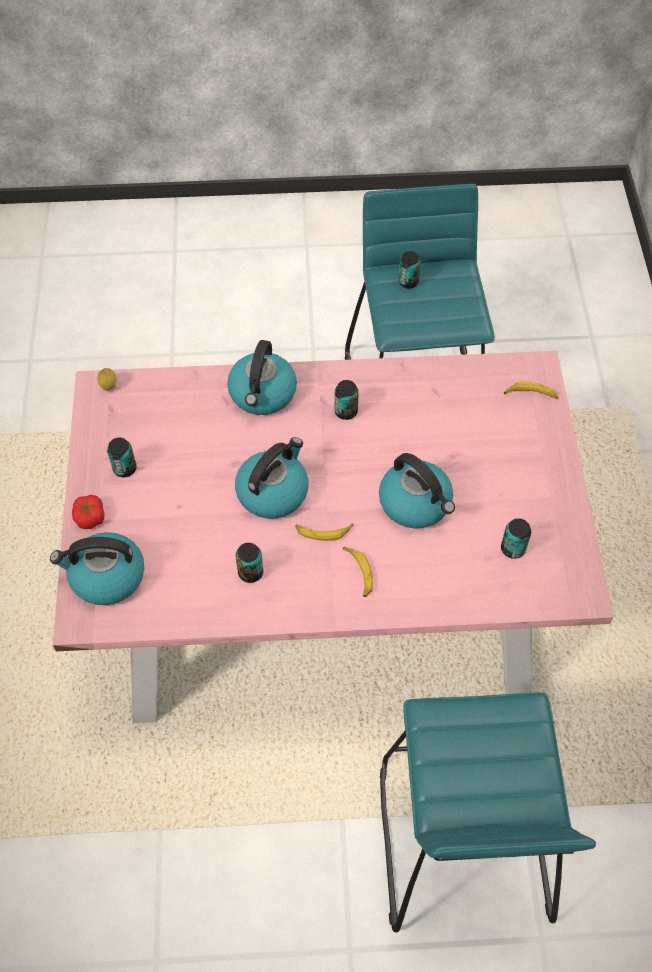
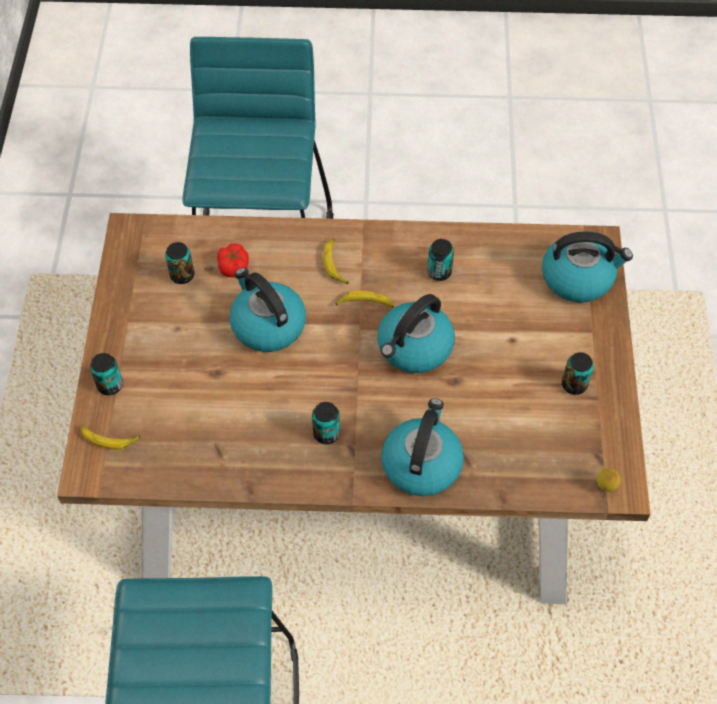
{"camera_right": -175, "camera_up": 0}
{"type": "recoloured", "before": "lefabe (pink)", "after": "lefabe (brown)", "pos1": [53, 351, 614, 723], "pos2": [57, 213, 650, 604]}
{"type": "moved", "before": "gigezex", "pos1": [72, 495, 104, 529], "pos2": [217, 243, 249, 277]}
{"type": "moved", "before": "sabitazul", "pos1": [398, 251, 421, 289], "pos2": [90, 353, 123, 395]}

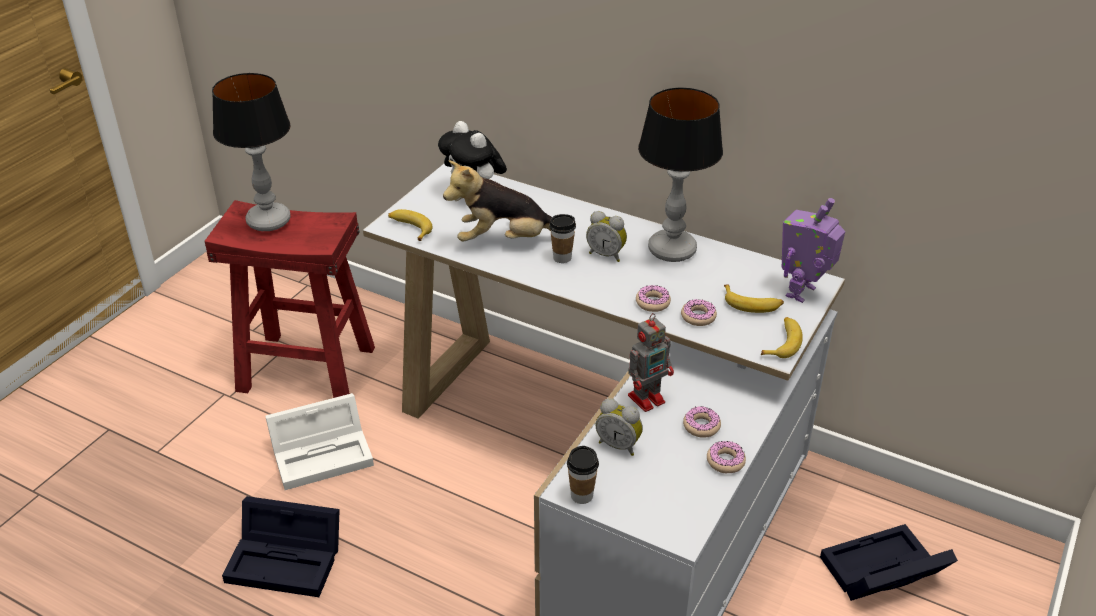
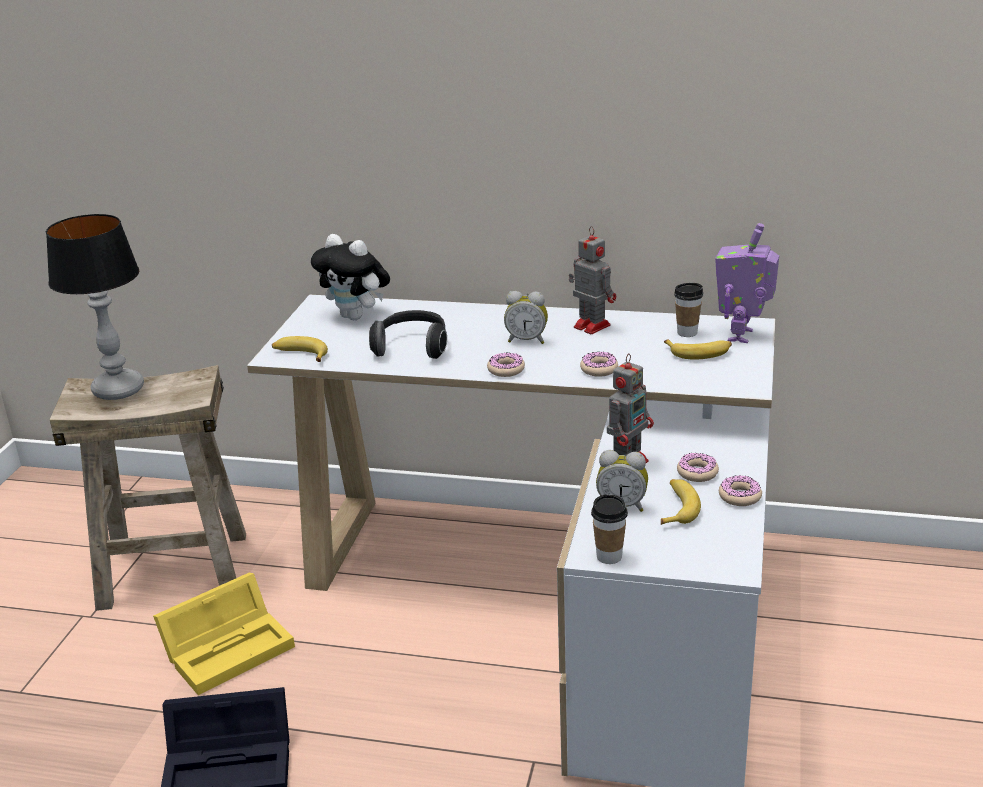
{"camera_right": -15, "camera_up": -10}
{"type": "recoloured", "before": "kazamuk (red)", "after": "kazamuk (beige)", "pos1": [205, 200, 375, 398], "pos2": [50, 365, 246, 611]}
{"type": "recoloured", "before": "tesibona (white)", "after": "tesibona (yellow)", "pos1": [265, 393, 374, 490], "pos2": [153, 573, 295, 695]}
{"type": "replaced", "before": "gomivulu", "after": "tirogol", "pos1": [443, 160, 552, 242], "pos2": [369, 310, 447, 359]}
{"type": "moved", "before": "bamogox", "pos1": [550, 214, 576, 263], "pos2": [674, 283, 703, 337]}
{"type": "replaced", "before": "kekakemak", "after": "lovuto", "pos1": [638, 87, 723, 262], "pos2": [569, 226, 616, 334]}
{"type": "moved", "before": "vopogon", "pos1": [681, 299, 717, 326], "pos2": [487, 352, 525, 377]}
{"type": "moved", "before": "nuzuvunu", "pos1": [761, 317, 803, 358], "pos2": [661, 479, 701, 525]}
{"type": "removed", "before": "tesibona (black)", "pos1": [820, 524, 958, 601]}

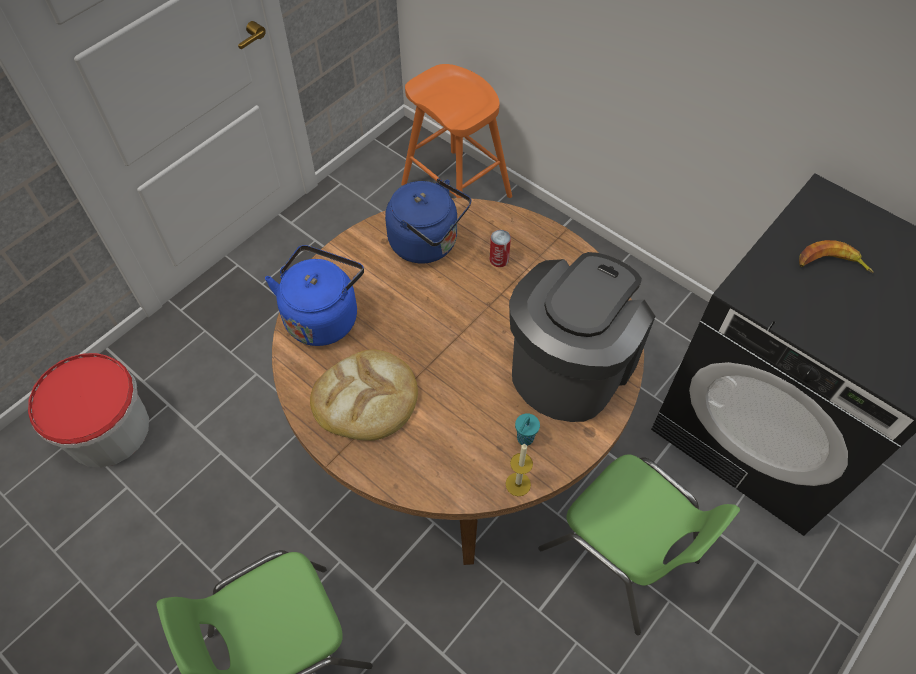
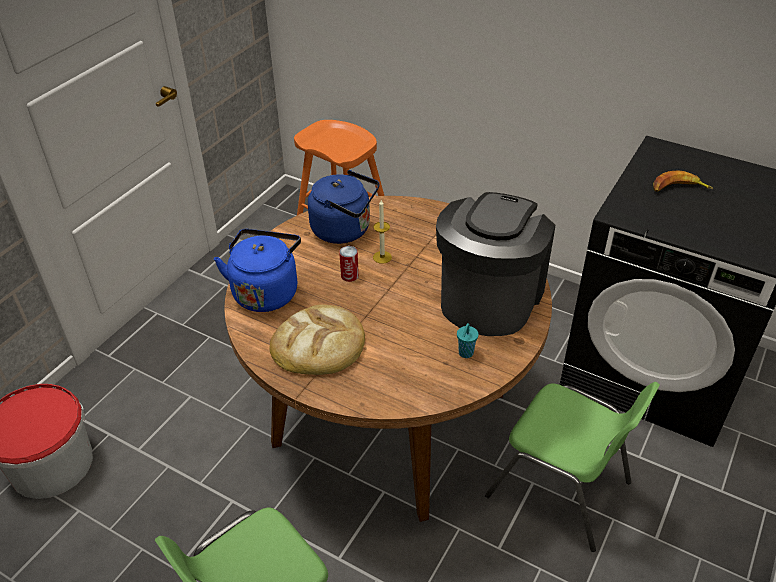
{"camera_right": -10, "camera_up": -15}
{"type": "moved", "before": "sabitazul", "pos1": [490, 230, 511, 267], "pos2": [339, 246, 359, 282]}
{"type": "moved", "before": "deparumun", "pos1": [505, 444, 533, 496], "pos2": [373, 200, 392, 264]}

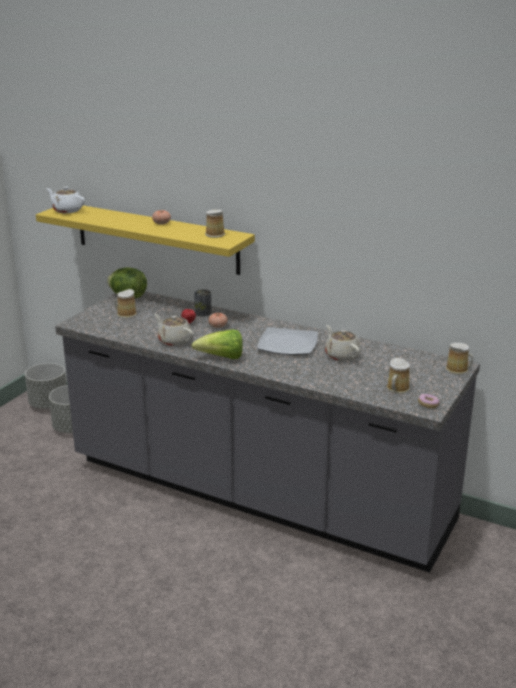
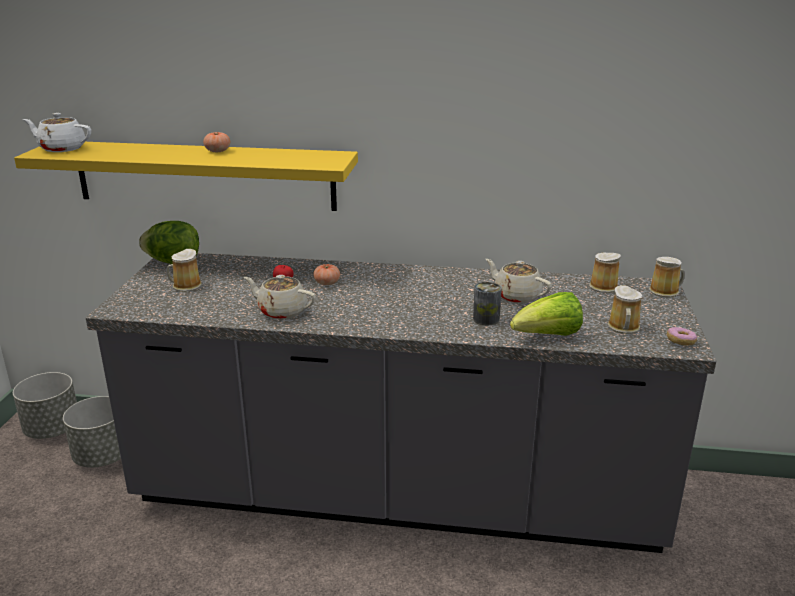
{"camera_right": -20, "camera_up": 0}
{"type": "moved", "before": "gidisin", "pos1": [191, 329, 243, 359], "pos2": [510, 292, 583, 336]}
{"type": "moved", "before": "sabitazul", "pos1": [194, 290, 212, 317], "pos2": [473, 282, 502, 325]}
{"type": "moved", "before": "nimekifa", "pos1": [205, 210, 225, 238], "pos2": [589, 253, 621, 293]}
{"type": "removed", "before": "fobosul", "pos1": [257, 327, 318, 355]}

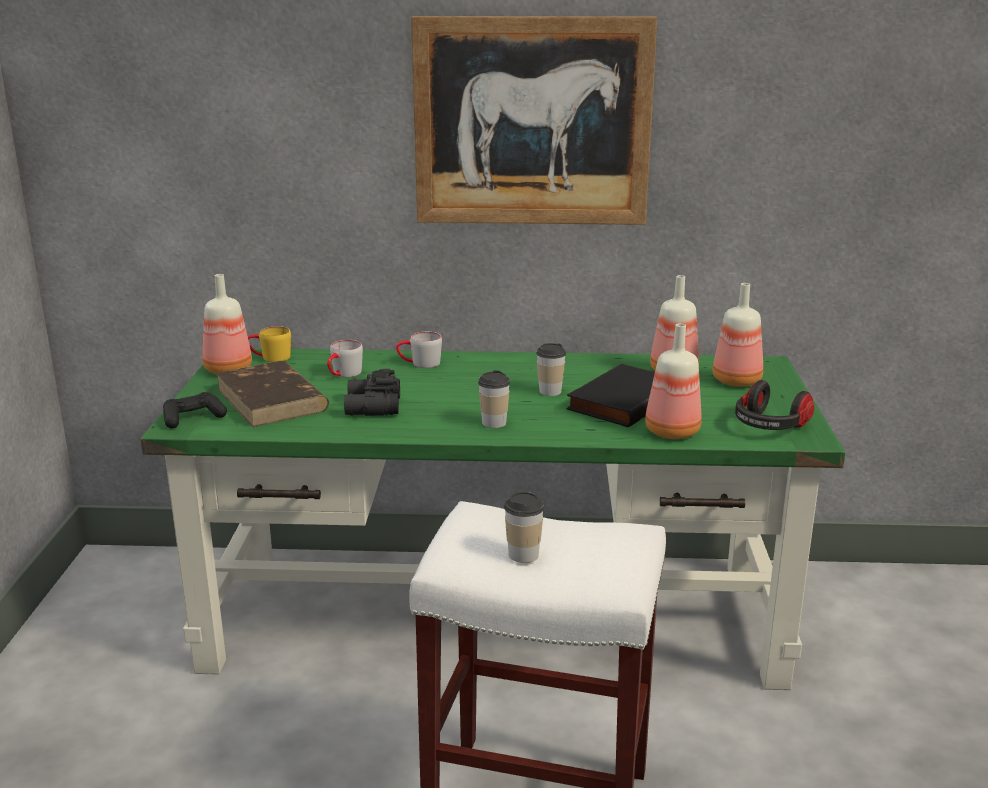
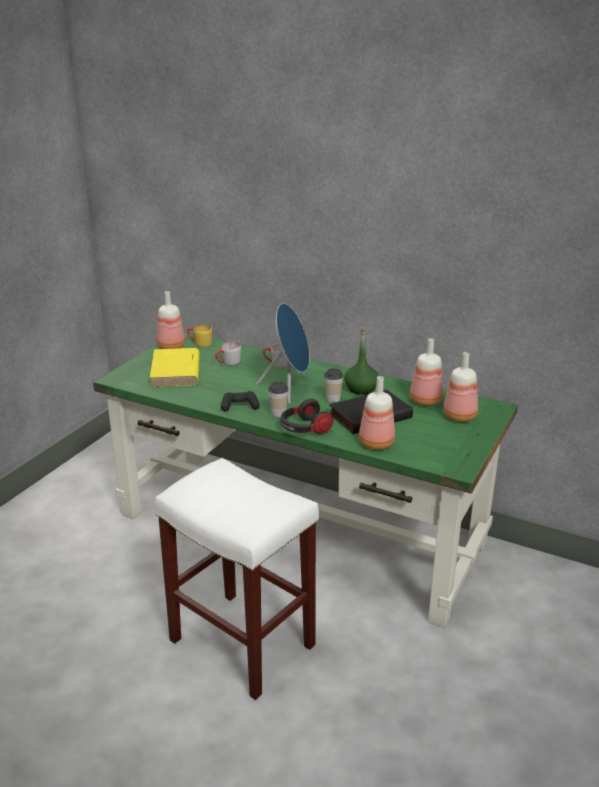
{"camera_right": 25, "camera_up": 5}
{"type": "moved", "before": "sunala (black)", "pos1": [163, 392, 227, 428], "pos2": [221, 391, 260, 412]}
{"type": "recoloured", "before": "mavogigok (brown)", "after": "mavogigok (yellow)", "pos1": [216, 361, 329, 427], "pos2": [150, 348, 199, 387]}
{"type": "removed", "before": "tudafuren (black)", "pos1": [344, 369, 400, 416]}
{"type": "removed", "before": "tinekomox", "pos1": [411, 16, 658, 225]}
{"type": "removed", "before": "bamogox", "pos1": [504, 492, 544, 563]}
{"type": "moved", "before": "tirogol", "pos1": [735, 380, 814, 430], "pos2": [281, 399, 333, 434]}
{"type": "added", "after": "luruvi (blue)", "pos2": [256, 303, 310, 404]}
{"type": "added", "after": "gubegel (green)", "pos2": [344, 327, 378, 395]}

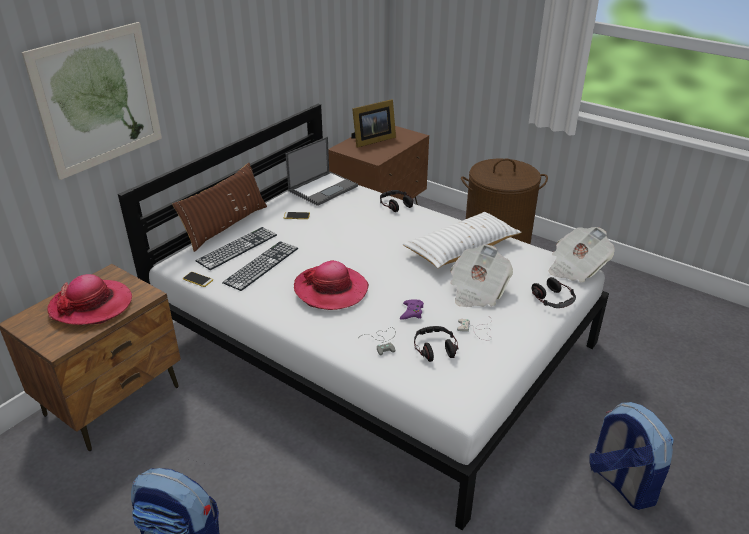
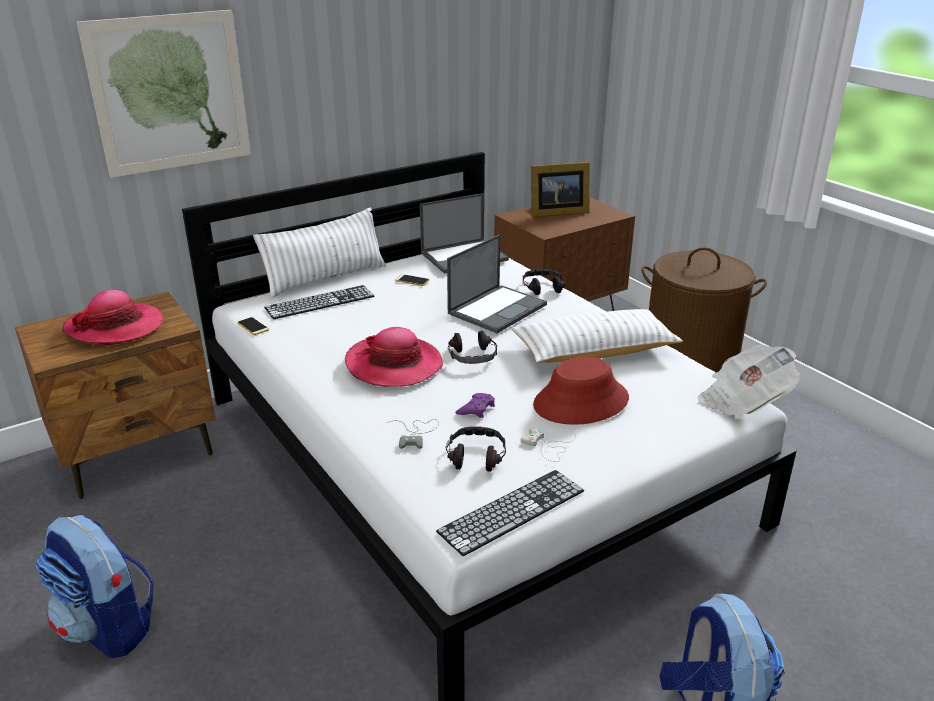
{"camera_right": 20, "camera_up": -5}
{"type": "recoloured", "before": "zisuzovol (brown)", "after": "zisuzovol (white)", "pos1": [172, 163, 267, 252], "pos2": [253, 207, 386, 298]}
{"type": "moved", "before": "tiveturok", "pos1": [222, 241, 298, 291], "pos2": [436, 470, 584, 556]}
{"type": "replaced", "before": "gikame", "after": "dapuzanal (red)", "pos1": [451, 245, 513, 307], "pos2": [533, 357, 629, 425]}
{"type": "moved", "before": "tirogol", "pos1": [532, 277, 576, 308], "pos2": [448, 331, 497, 364]}
{"type": "added", "after": "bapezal", "pos2": [447, 235, 547, 333]}

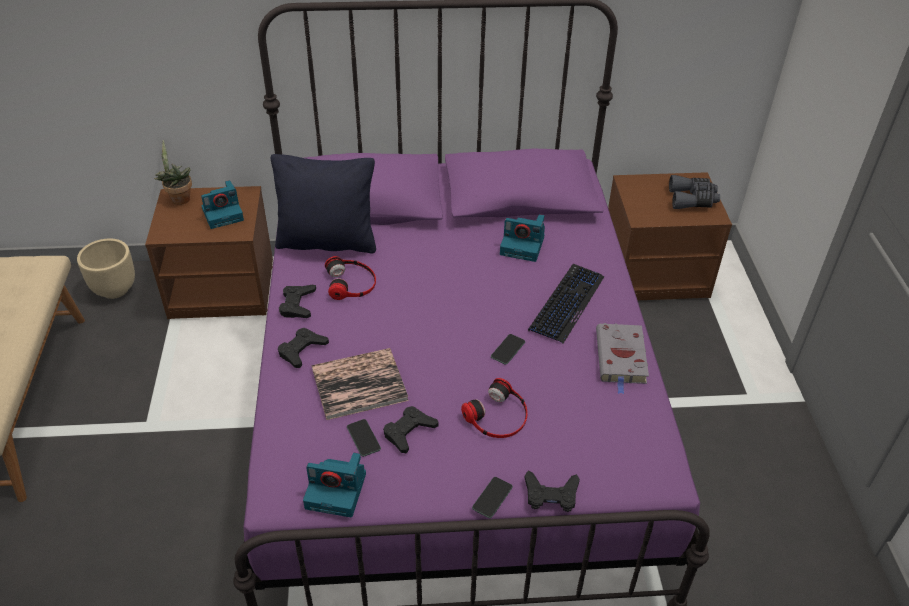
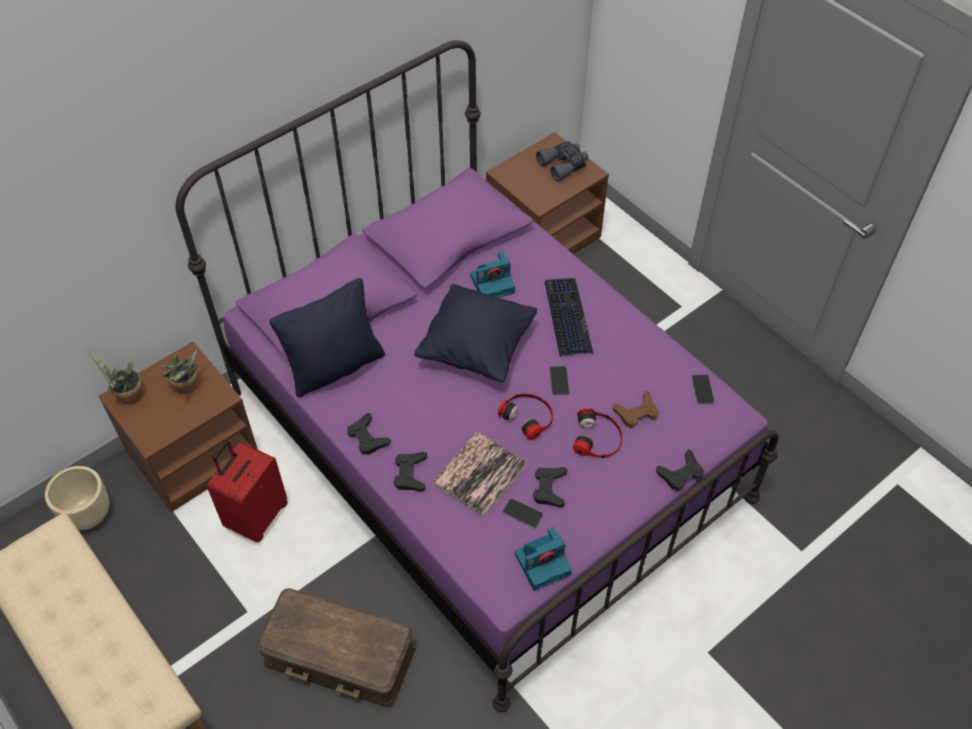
{"camera_right": -35, "camera_up": 10}
{"type": "replaced", "before": "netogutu", "after": "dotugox", "pos1": [201, 180, 244, 229], "pos2": [161, 348, 201, 393]}
{"type": "moved", "before": "tirogol", "pos1": [325, 256, 376, 300], "pos2": [498, 393, 553, 440]}
{"type": "moved", "before": "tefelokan", "pos1": [472, 477, 513, 518], "pos2": [692, 375, 714, 404]}
{"type": "removed", "before": "mavogigok (grey)", "pos1": [596, 323, 649, 394]}
{"type": "added", "after": "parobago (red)", "pos2": [207, 440, 287, 542]}
{"type": "added", "after": "tesibona (brown)", "pos2": [257, 588, 415, 708]}
{"type": "added", "after": "zisuzovol (black)", "pos2": [414, 284, 537, 382]}
{"type": "added", "after": "sunala (brown)", "pos2": [613, 390, 658, 428]}

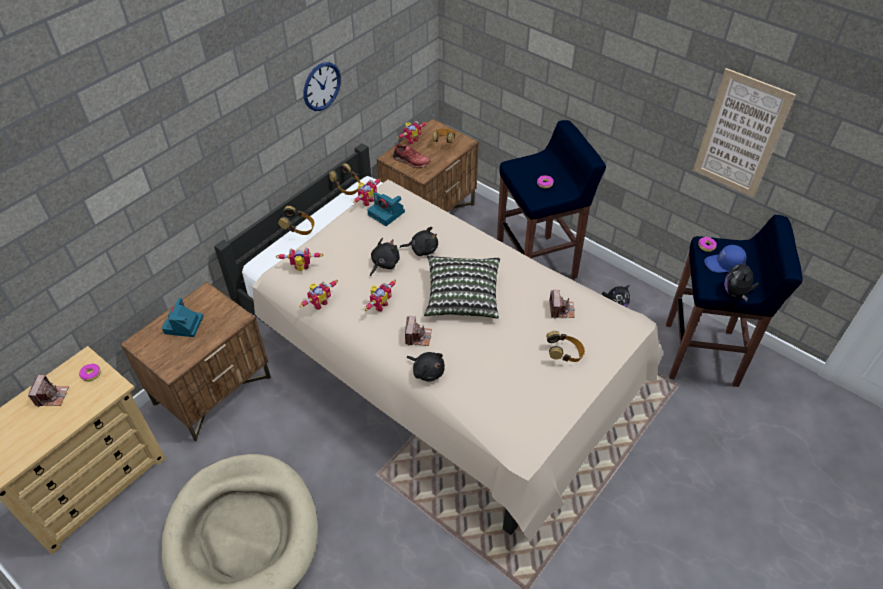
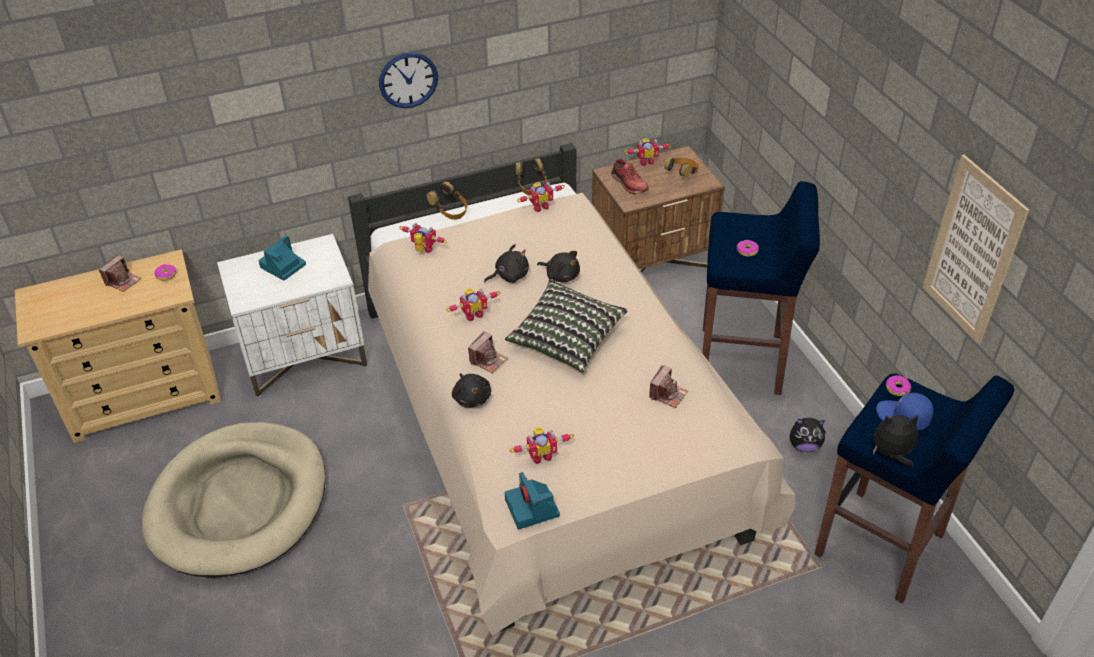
{"camera_right": 30, "camera_up": -5}
{"type": "recoloured", "before": "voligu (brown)", "after": "voligu (white)", "pos1": [120, 282, 271, 442], "pos2": [217, 234, 367, 398]}
{"type": "moved", "before": "lovuto", "pos1": [299, 280, 338, 310], "pos2": [509, 427, 574, 464]}
{"type": "moved", "before": "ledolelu", "pos1": [303, 62, 341, 111], "pos2": [379, 52, 438, 108]}
{"type": "moved", "before": "netogutu", "pos1": [367, 192, 405, 226], "pos2": [505, 472, 560, 530]}
{"type": "removed", "before": "tirogol", "pos1": [546, 331, 585, 362]}
{"type": "turned", "before": "gomivulu", "pos1": [724, 258, 759, 301], "pos2": [873, 415, 918, 467], "turn": 45}

